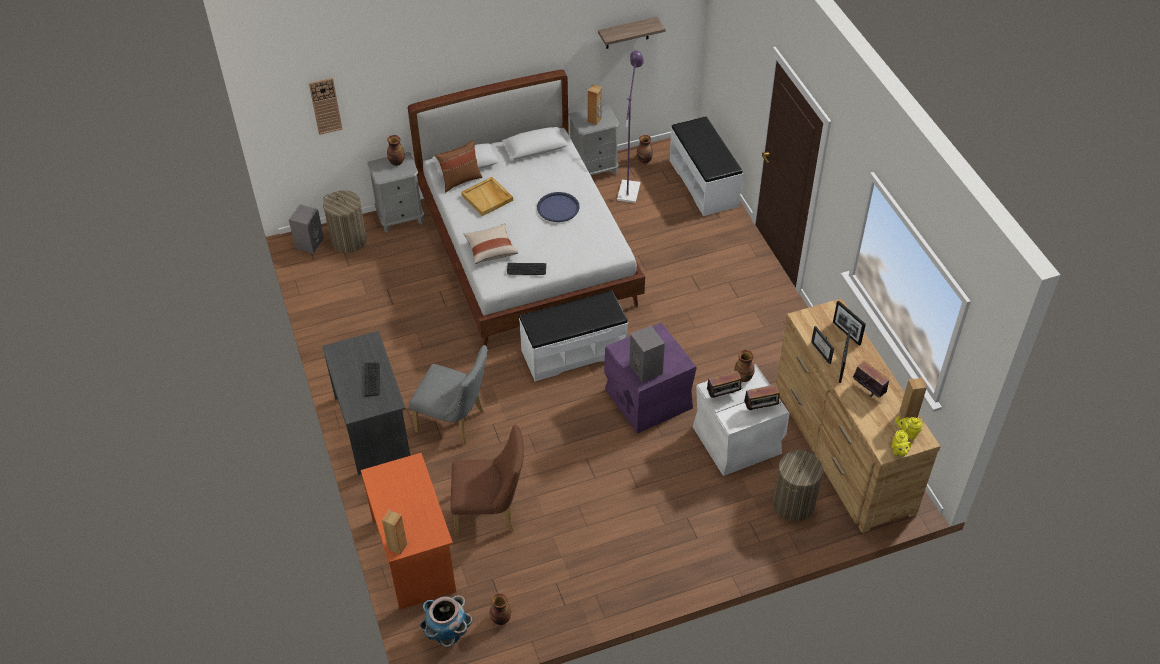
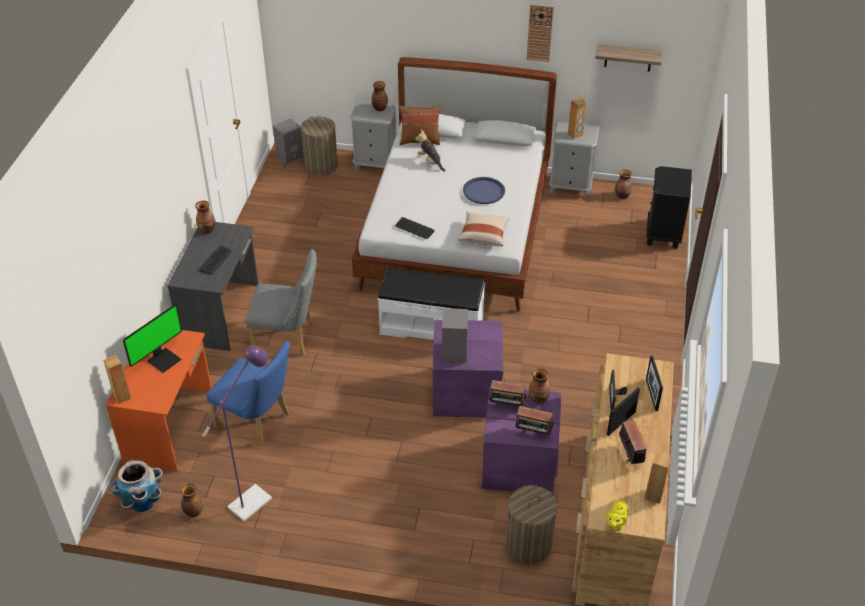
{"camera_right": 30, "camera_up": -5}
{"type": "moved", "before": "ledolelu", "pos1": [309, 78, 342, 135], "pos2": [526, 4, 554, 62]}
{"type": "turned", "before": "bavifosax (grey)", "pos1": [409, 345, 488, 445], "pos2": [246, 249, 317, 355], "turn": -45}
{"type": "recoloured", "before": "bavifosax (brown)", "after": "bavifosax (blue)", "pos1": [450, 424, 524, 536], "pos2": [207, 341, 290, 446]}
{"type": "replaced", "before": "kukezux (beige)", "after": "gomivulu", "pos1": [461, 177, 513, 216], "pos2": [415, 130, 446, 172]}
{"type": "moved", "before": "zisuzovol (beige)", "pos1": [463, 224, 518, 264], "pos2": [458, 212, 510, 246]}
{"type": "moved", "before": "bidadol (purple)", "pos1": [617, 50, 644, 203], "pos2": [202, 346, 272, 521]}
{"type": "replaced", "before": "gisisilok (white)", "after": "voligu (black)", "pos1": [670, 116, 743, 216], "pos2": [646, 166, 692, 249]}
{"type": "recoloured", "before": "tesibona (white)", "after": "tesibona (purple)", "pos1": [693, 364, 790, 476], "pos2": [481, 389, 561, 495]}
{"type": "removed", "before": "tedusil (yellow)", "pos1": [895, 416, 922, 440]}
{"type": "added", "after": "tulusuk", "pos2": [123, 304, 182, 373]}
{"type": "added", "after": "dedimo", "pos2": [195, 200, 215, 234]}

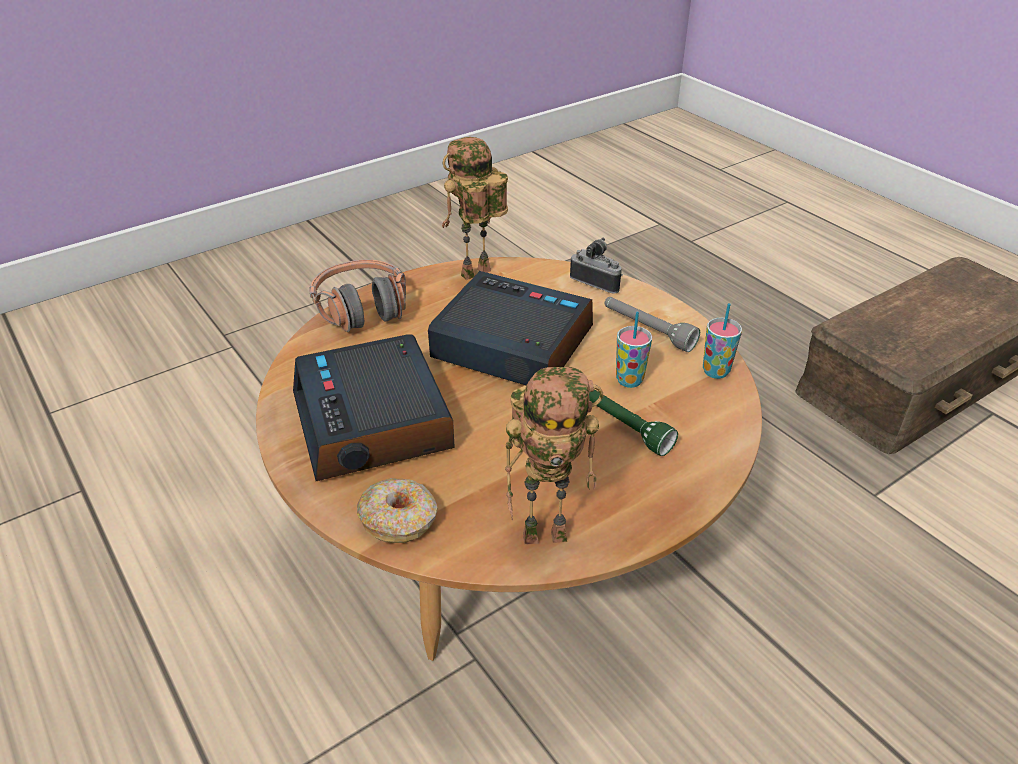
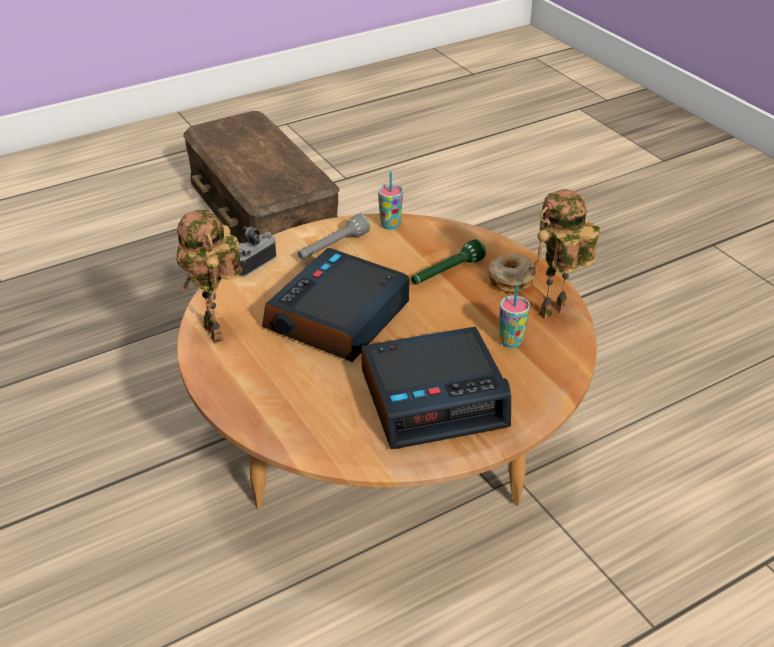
{"camera_right": -85, "camera_up": 0}
{"type": "removed", "before": "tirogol", "pos1": [309, 260, 406, 332]}
{"type": "moved", "before": "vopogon", "pos1": [357, 478, 438, 543], "pos2": [488, 254, 537, 293]}
{"type": "turned", "before": "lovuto", "pos1": [505, 367, 603, 545], "pos2": [528, 189, 601, 319], "turn": -120}
{"type": "moved", "before": "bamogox", "pos1": [616, 312, 652, 388], "pos2": [499, 284, 530, 348]}

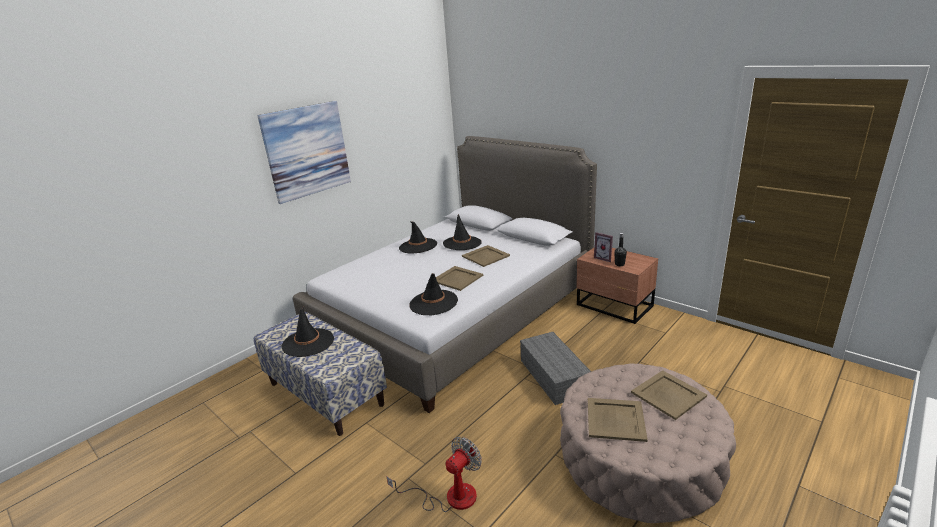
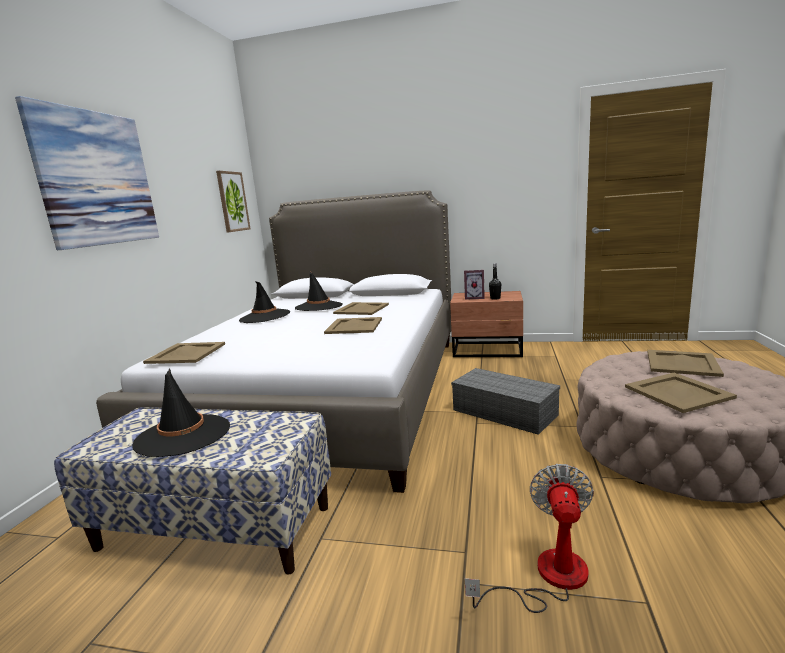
{"camera_right": -30, "camera_up": -10}
{"type": "removed", "before": "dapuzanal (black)", "pos1": [410, 273, 458, 315]}
{"type": "added", "after": "kukezux (beige)", "pos2": [143, 342, 225, 364]}
{"type": "added", "after": "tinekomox", "pos2": [216, 171, 251, 232]}

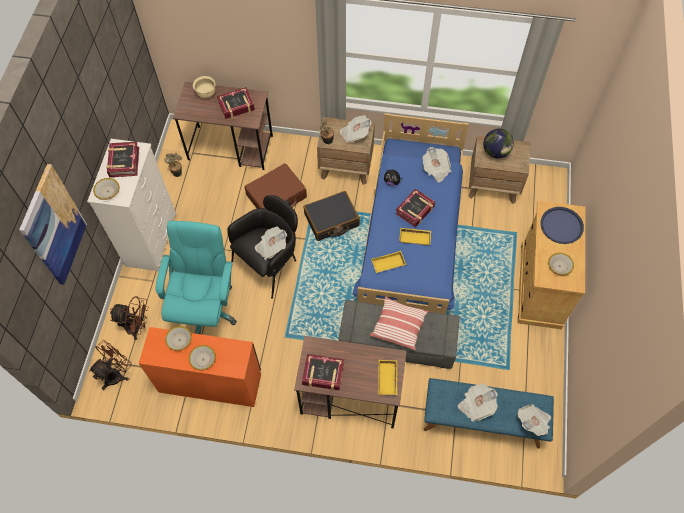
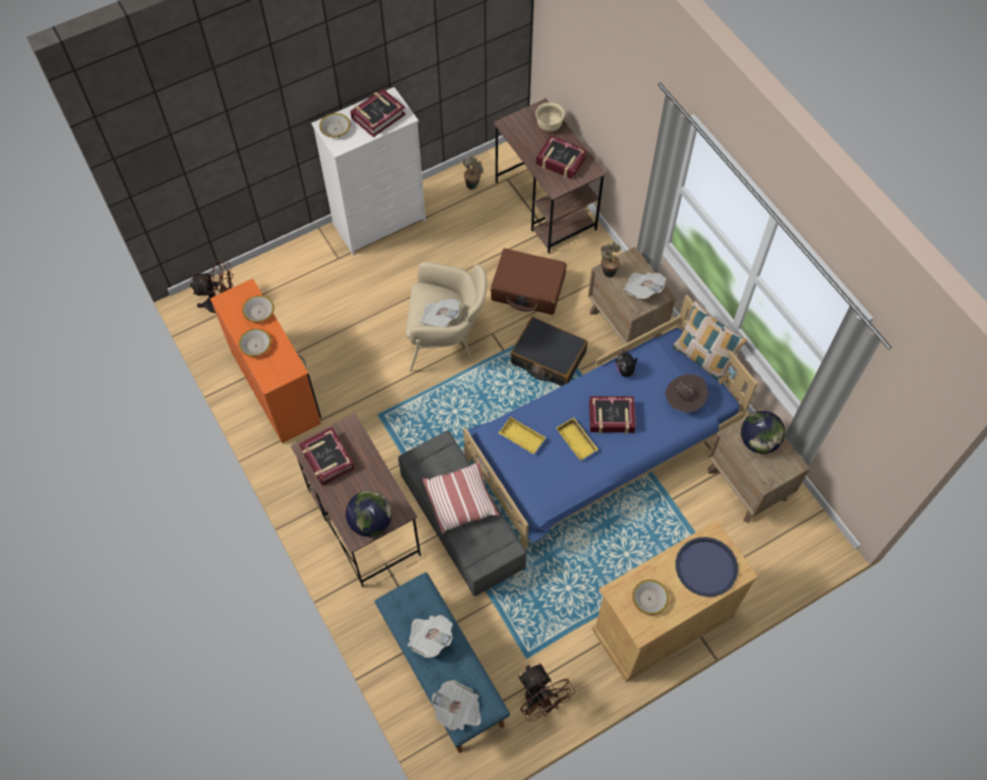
{"camera_right": 50, "camera_up": 0}
{"type": "removed", "before": "tinekomox", "pos1": [19, 164, 87, 285]}
{"type": "moved", "before": "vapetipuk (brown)", "pos1": [110, 296, 148, 340], "pos2": [518, 663, 575, 722]}
{"type": "removed", "before": "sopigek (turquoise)", "pos1": [156, 221, 237, 334]}
{"type": "recoloured", "before": "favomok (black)", "after": "favomok (beige)", "pos1": [227, 195, 298, 299], "pos2": [405, 262, 487, 372]}
{"type": "replaced", "before": "kukezux (yellow)", "after": "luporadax", "pos1": [378, 360, 398, 395], "pos2": [346, 490, 392, 537]}
{"type": "replaced", "before": "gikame", "after": "dapuzanal (brown)", "pos1": [423, 147, 451, 182], "pos2": [665, 374, 708, 413]}
{"type": "added", "after": "zisuzovol", "pos2": [672, 301, 747, 384]}

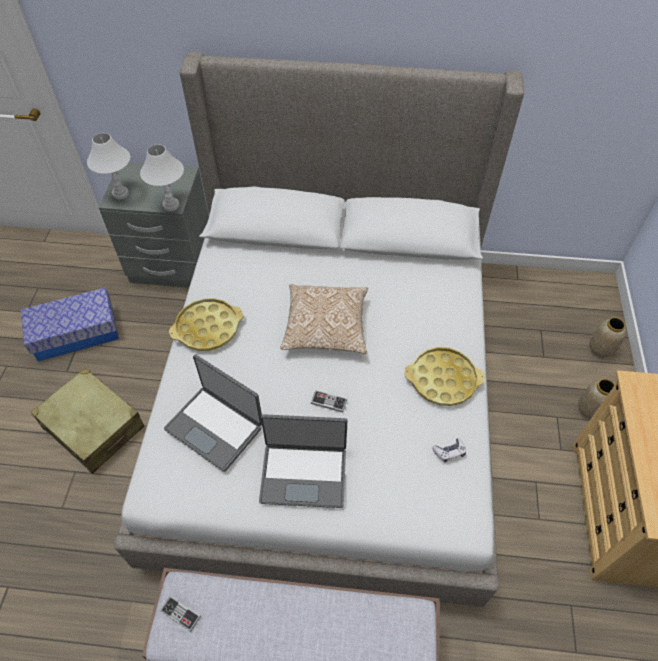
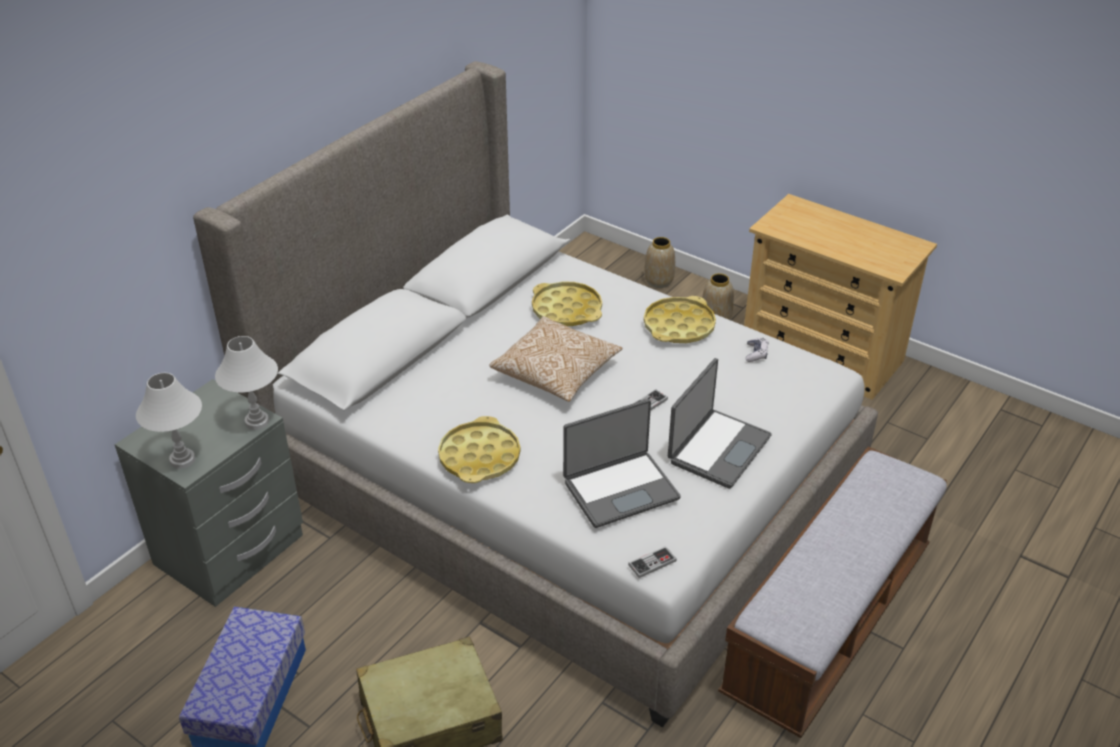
{"camera_right": -60, "camera_up": -15}
{"type": "moved", "before": "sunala", "pos1": [160, 595, 201, 632], "pos2": [628, 546, 676, 578]}
{"type": "added", "after": "kukezux (yellow)", "pos2": [532, 281, 602, 326]}

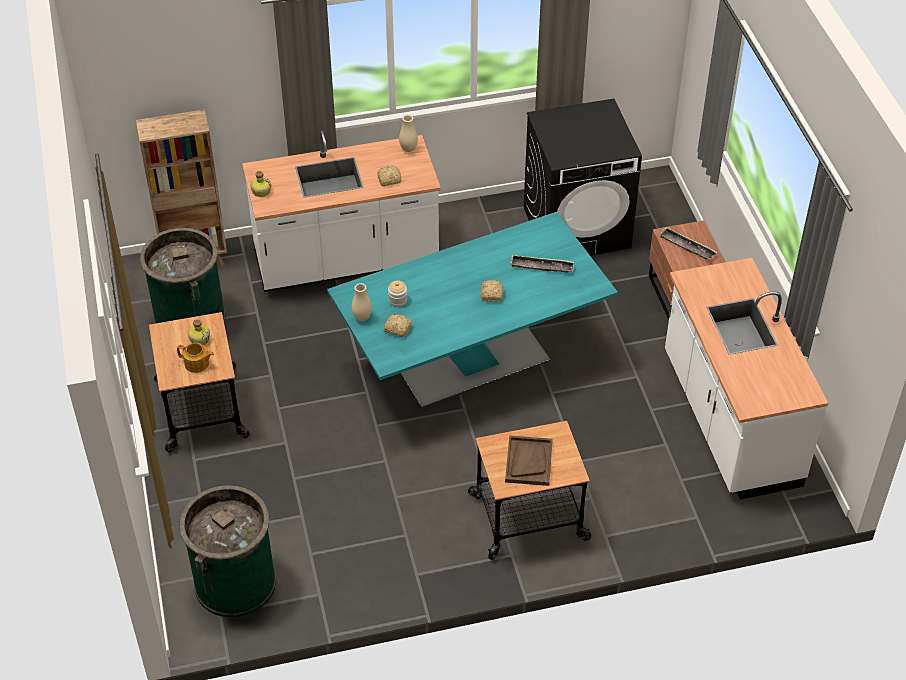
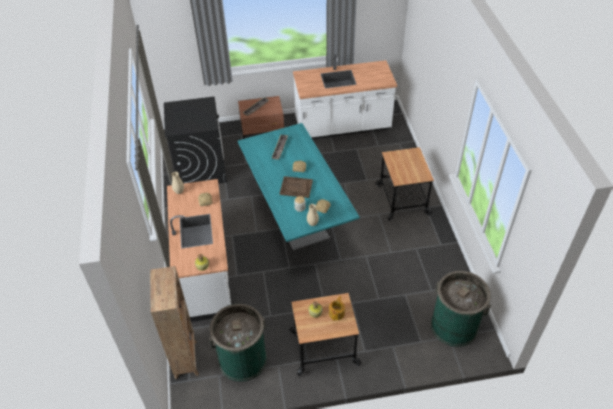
{"camera_right": -85, "camera_up": 0}
{"type": "moved", "before": "kukezux (brown)", "pos1": [505, 435, 553, 486], "pos2": [280, 176, 313, 198]}

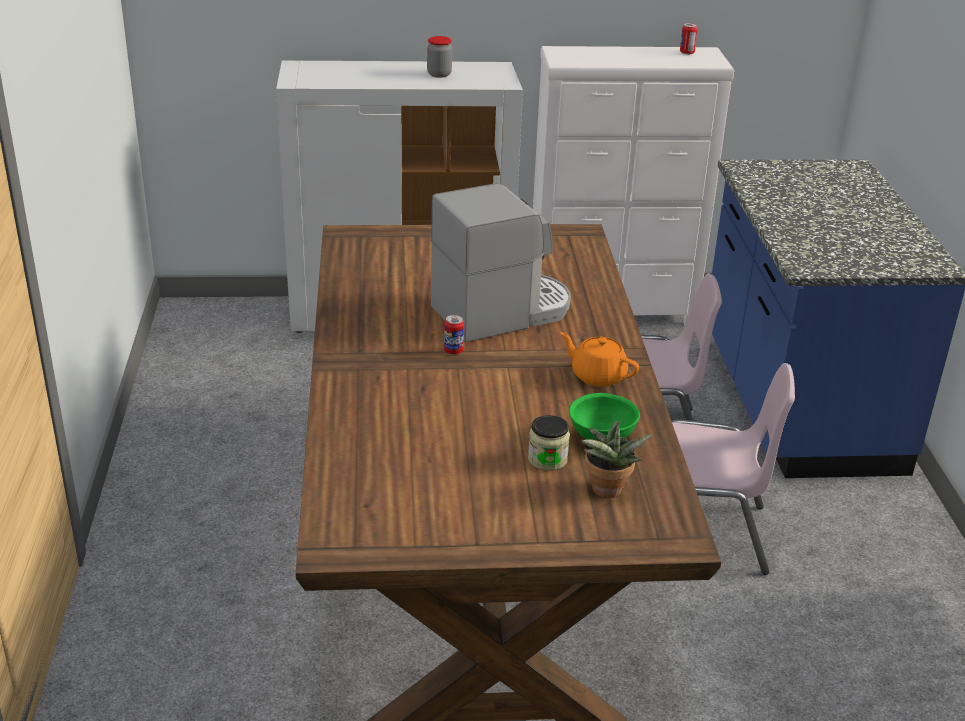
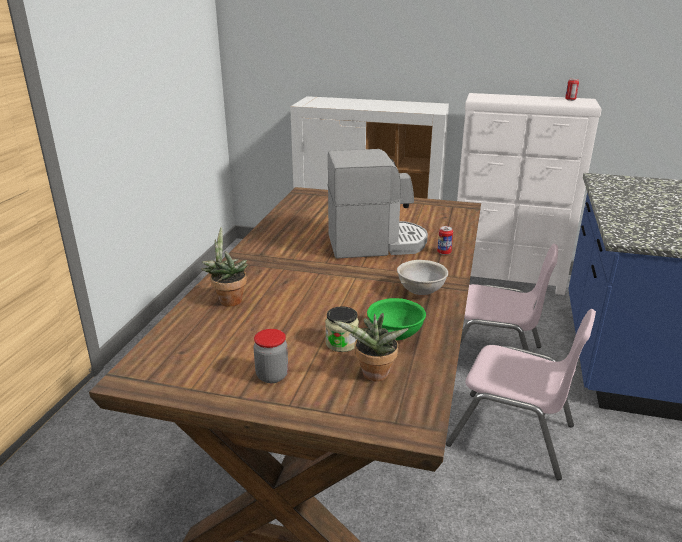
{"camera_right": 20, "camera_up": -5}
{"type": "moved", "before": "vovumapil", "pos1": [427, 36, 452, 78], "pos2": [253, 329, 288, 383]}
{"type": "moved", "before": "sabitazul", "pos1": [444, 315, 464, 355], "pos2": [437, 226, 453, 255]}
{"type": "replaced", "before": "tedusil (orange)", "after": "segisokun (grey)", "pos1": [560, 332, 639, 387], "pos2": [397, 260, 448, 295]}
{"type": "added", "after": "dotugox", "pos2": [201, 227, 248, 307]}

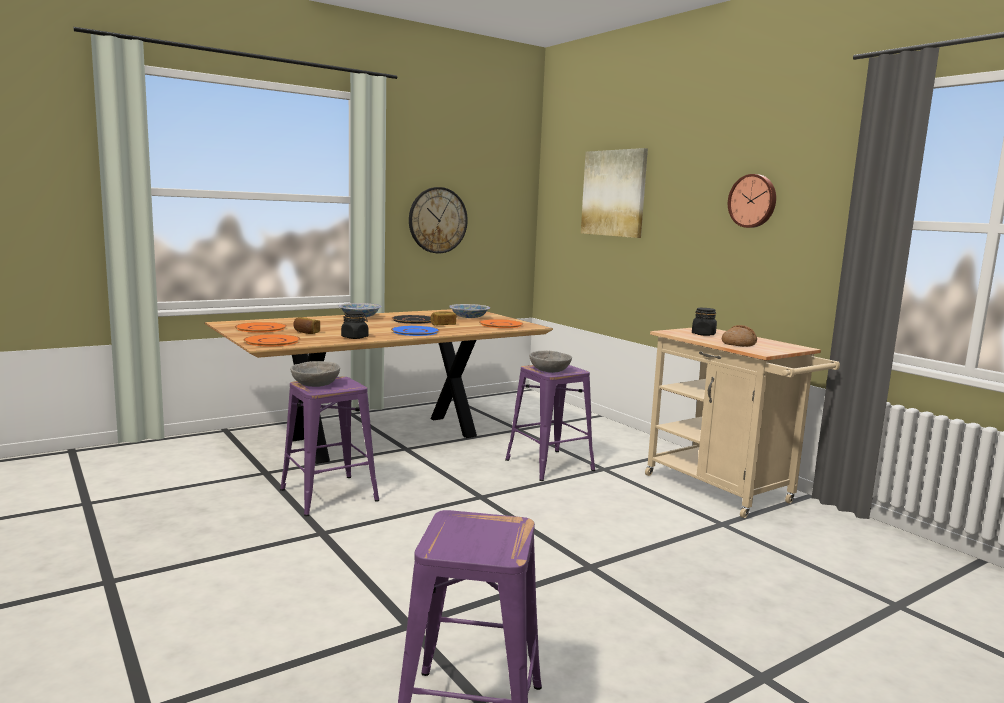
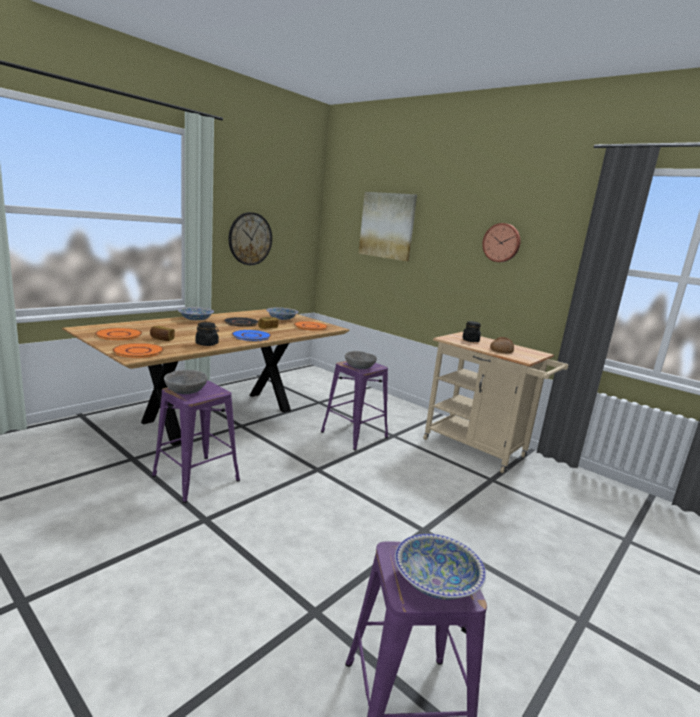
{"camera_right": -15, "camera_up": 5}
{"type": "added", "after": "segisokun", "pos2": [395, 534, 486, 600]}

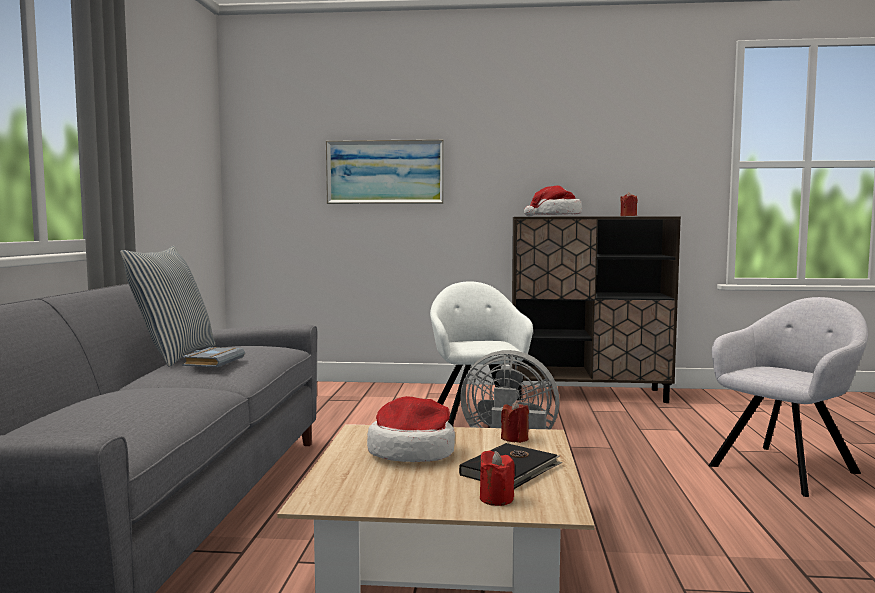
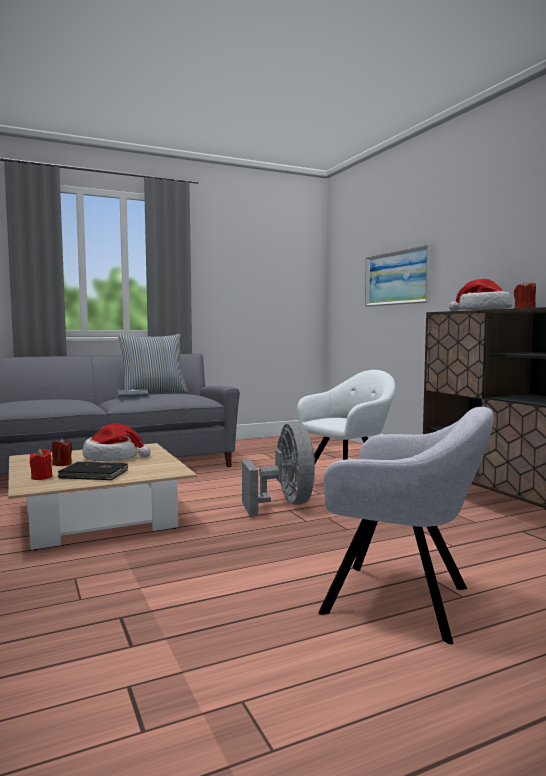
{"camera_right": 60, "camera_up": 0}
{"type": "moved", "before": "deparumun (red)", "pos1": [501, 401, 529, 443], "pos2": [52, 438, 72, 466]}

